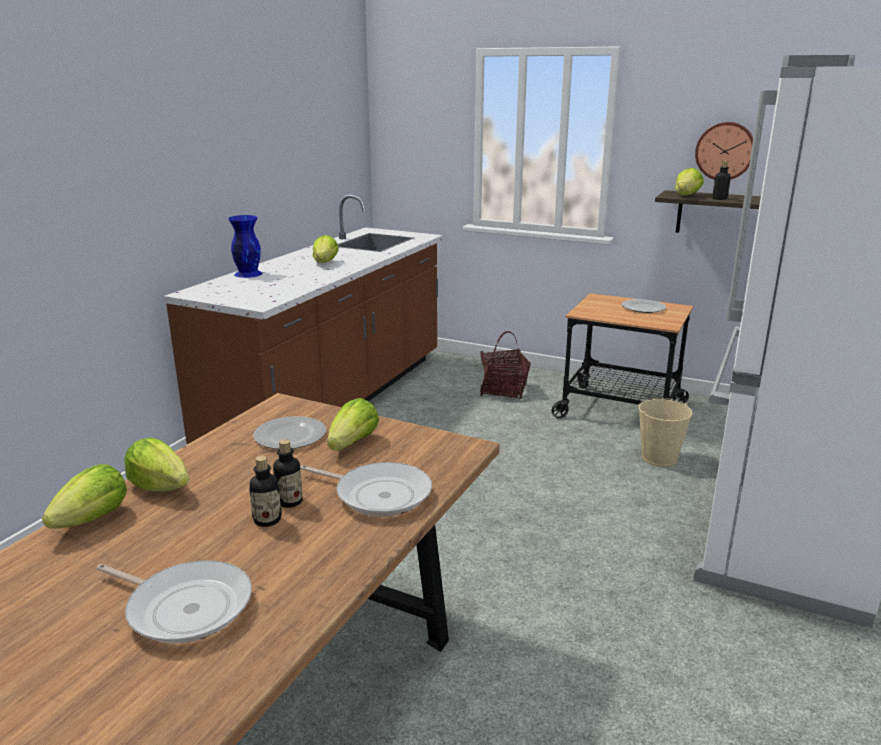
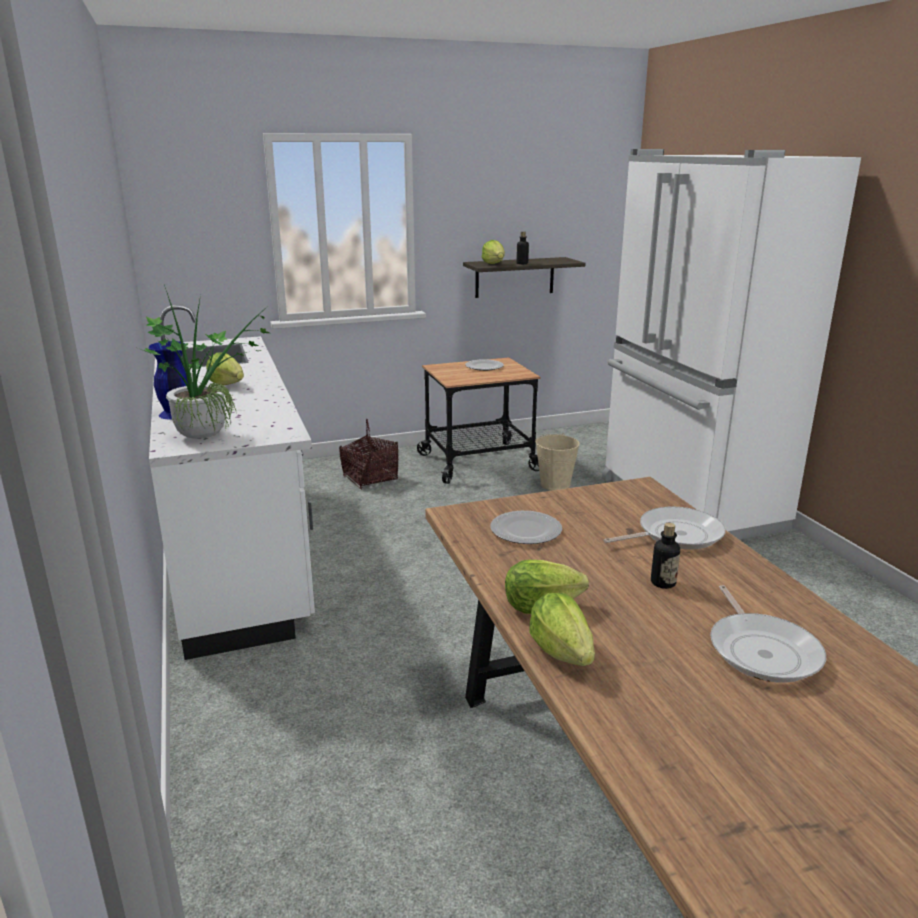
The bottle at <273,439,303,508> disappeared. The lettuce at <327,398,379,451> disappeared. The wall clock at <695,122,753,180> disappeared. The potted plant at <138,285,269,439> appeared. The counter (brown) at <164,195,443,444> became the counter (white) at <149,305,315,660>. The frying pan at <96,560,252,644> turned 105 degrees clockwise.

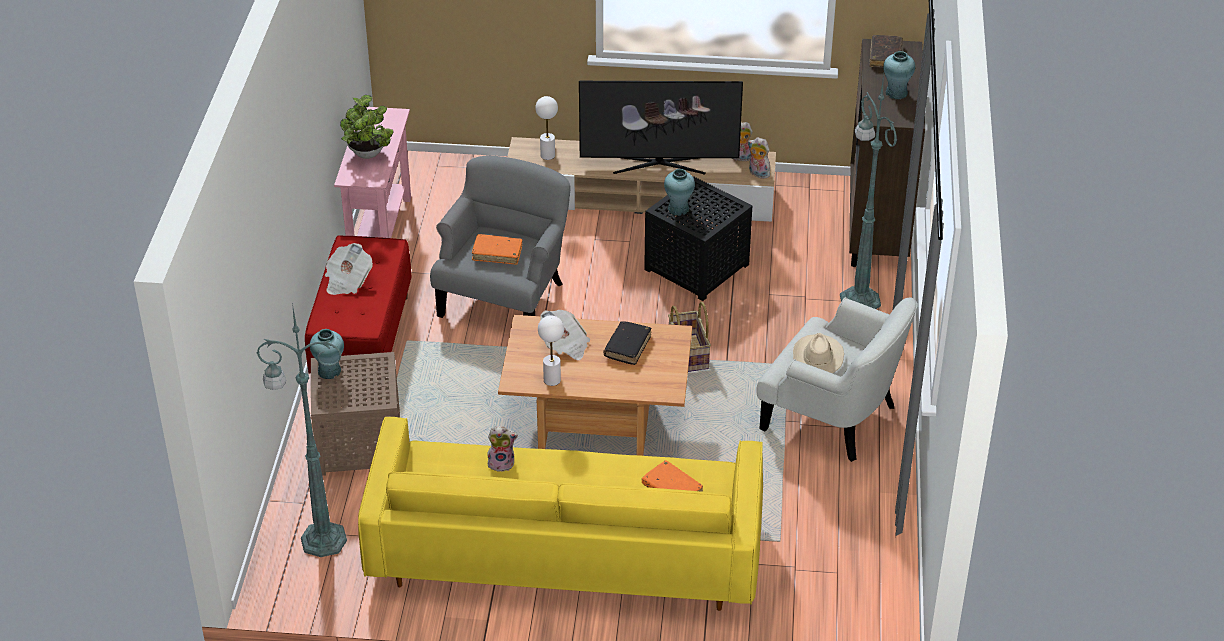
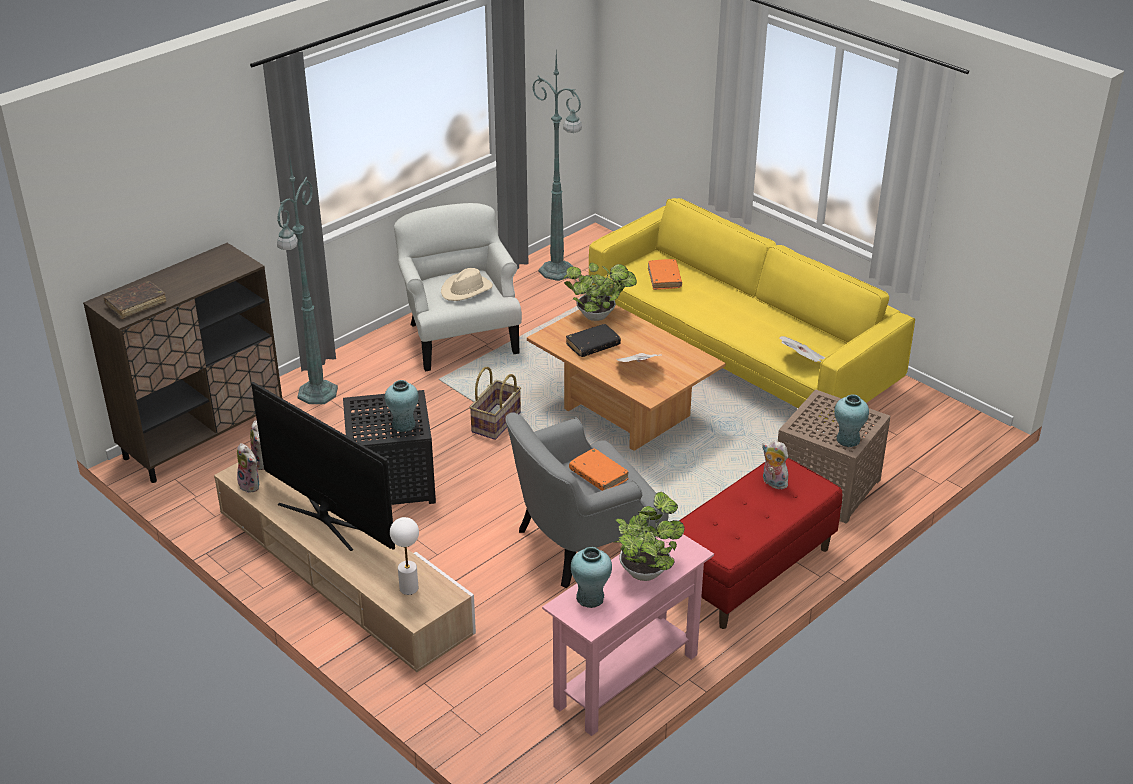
The table lamp (white) at <538,315,564,386> disappeared. The potted plant at <563,263,637,321> appeared. The floor lamp (green) moved from <257,303,347,557> to <532,52,582,281>. The newspaper moved from <325,243,373,295> to <779,336,826,362>. The plush toy moved from <487,426,518,472> to <762,440,788,489>. The vase (turquoise) moved from <883,51,915,99> to <571,547,612,608>.

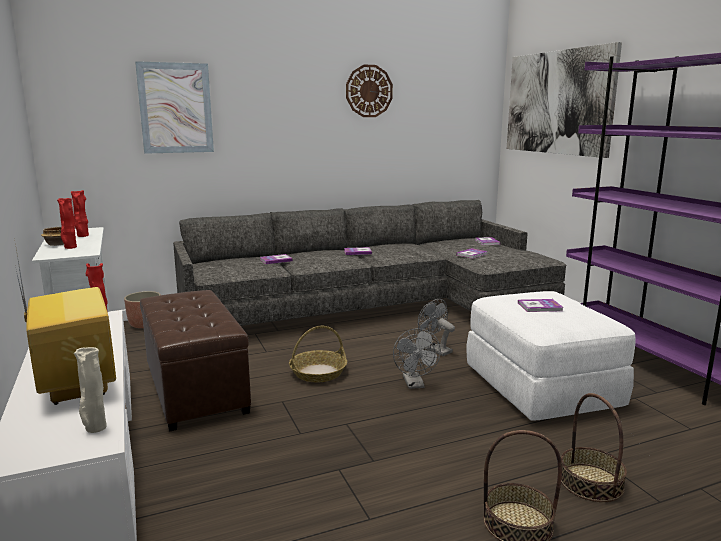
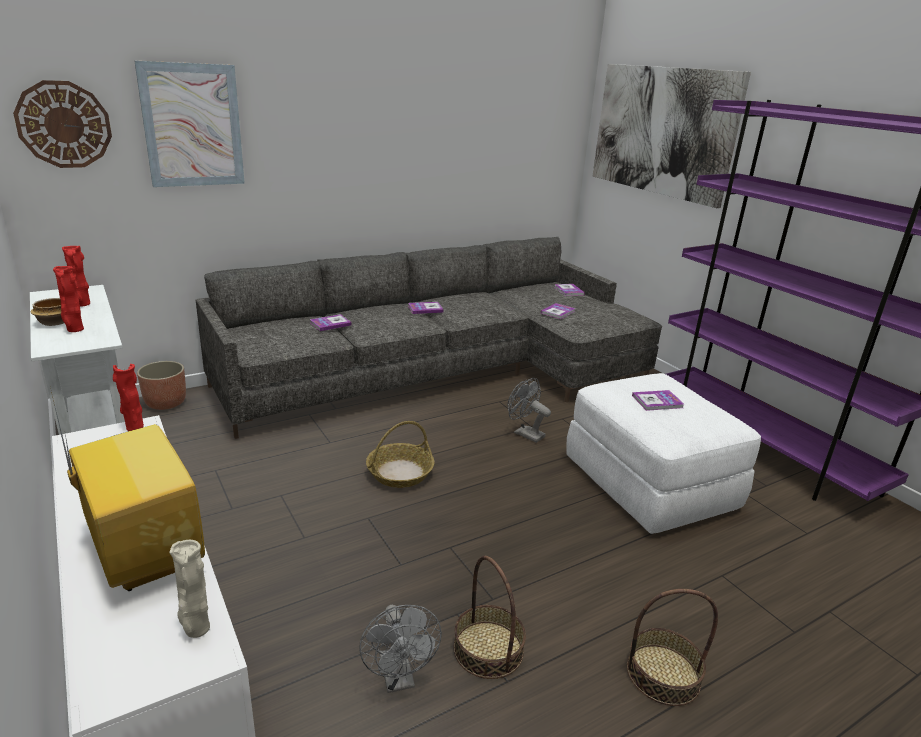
The ottoman (brown) at <140,290,251,431> disappeared. The wall clock moved from <346,65,393,117> to <13,80,112,168>. The fan (grey) moved from <393,328,441,389> to <359,605,442,693>. The basket moved from <561,393,627,502> to <453,556,526,679>.

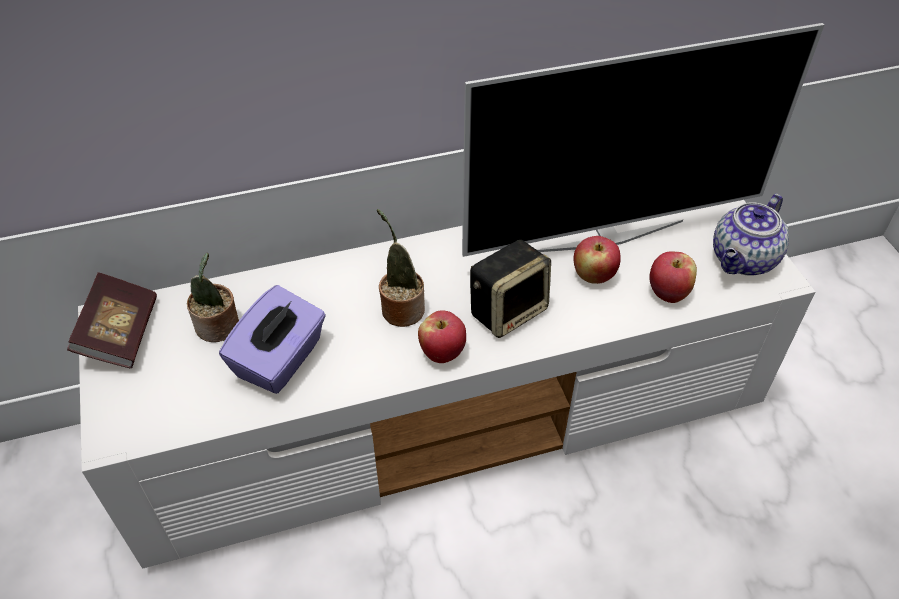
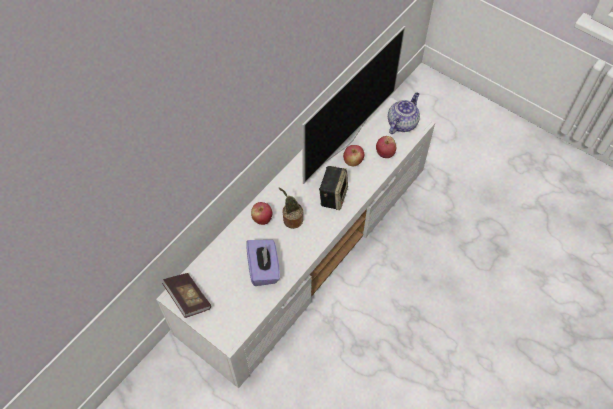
The potted plant at <187,253,239,342> disappeared. The apple moved from <418,310,466,363> to <251,202,272,225>. The teapot at <713,194,789,276> turned 150 degrees counterclockwise.

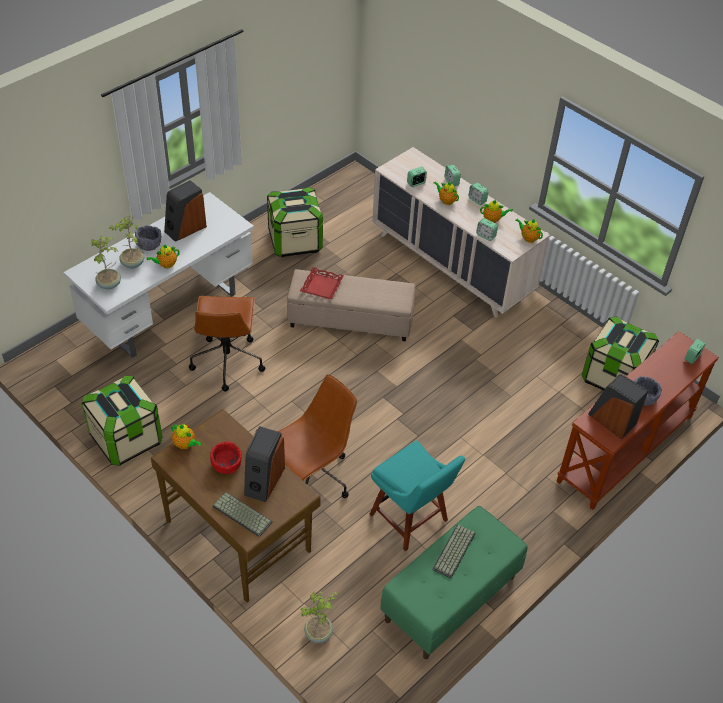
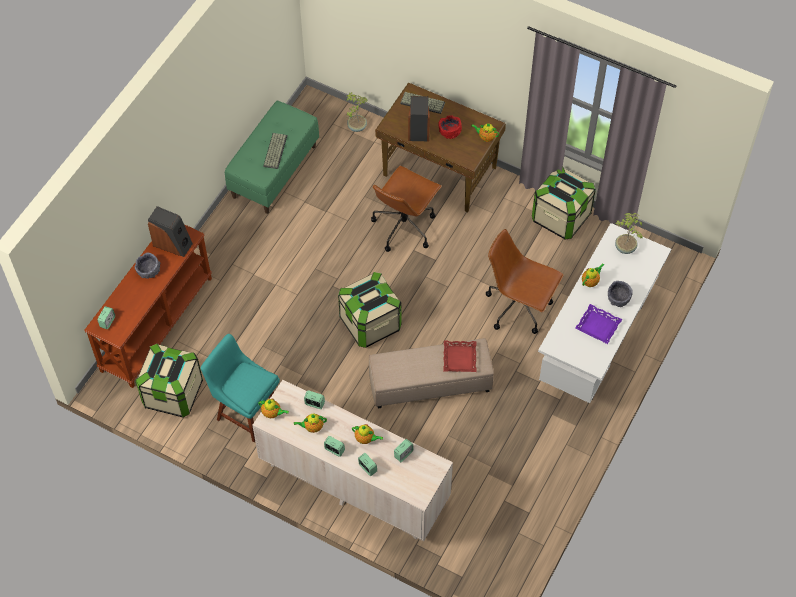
The potted plant at <109,215,144,269> disappeared. The storage box moved from <267,187,323,257> to <338,272,401,348>. The chair (turquoise) moved from <369,440,465,551> to <201,334,280,442>. The speaker at <164,180,207,242> was replaced by the tray (purple) at <575,304,622,344>. The office chair (brown) at <189,296,265,392> turned 45 degrees counterclockwise.

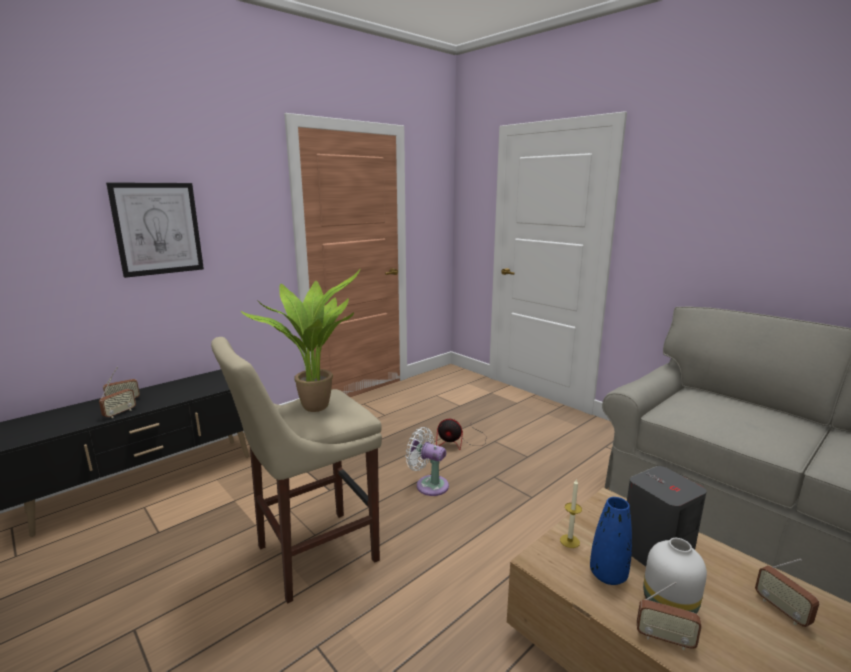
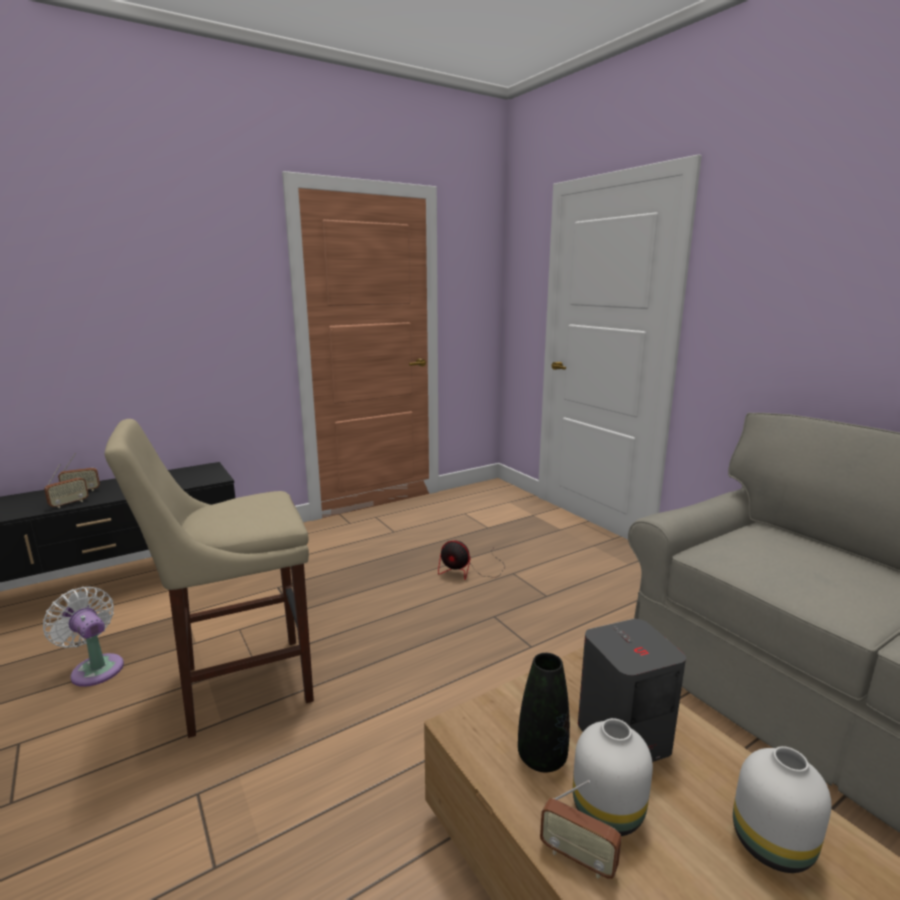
The picture at <106,182,204,278> disappeared. The potted plant at <241,269,360,412> disappeared. The candle at <560,478,582,548> disappeared. The fan (white) moved from <406,427,449,496> to <43,587,124,687>. The radio at <755,559,819,627> was replaced by the vase (white) at <733,746,831,873>. The vase (blue) at <590,497,632,585> became the vase (black) at <518,653,570,773>.

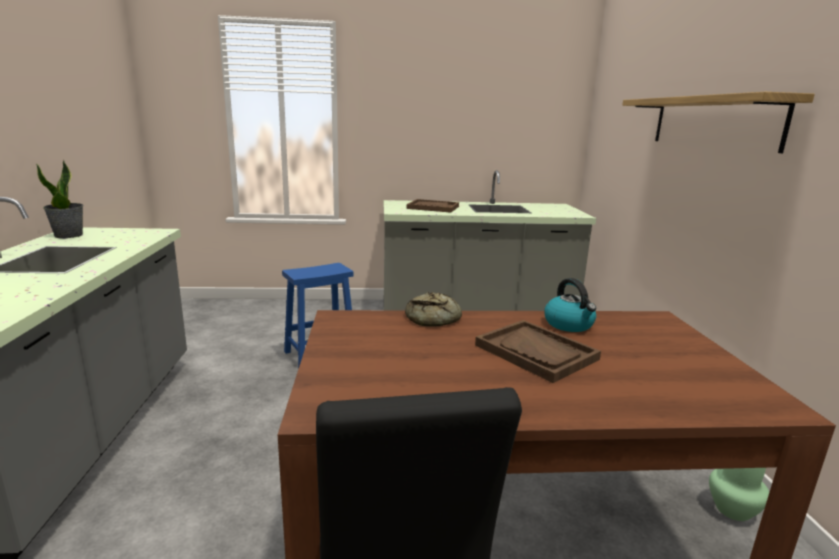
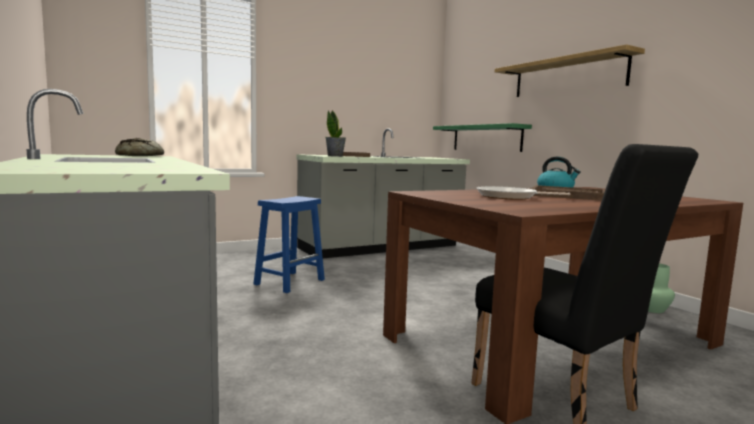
The shelf (green) at <433,123,532,152> appeared. The frying pan at <477,186,571,200> appeared. The potted plant moved from <36,160,84,238> to <325,110,346,157>. The bread moved from <405,292,462,327> to <115,138,164,156>.

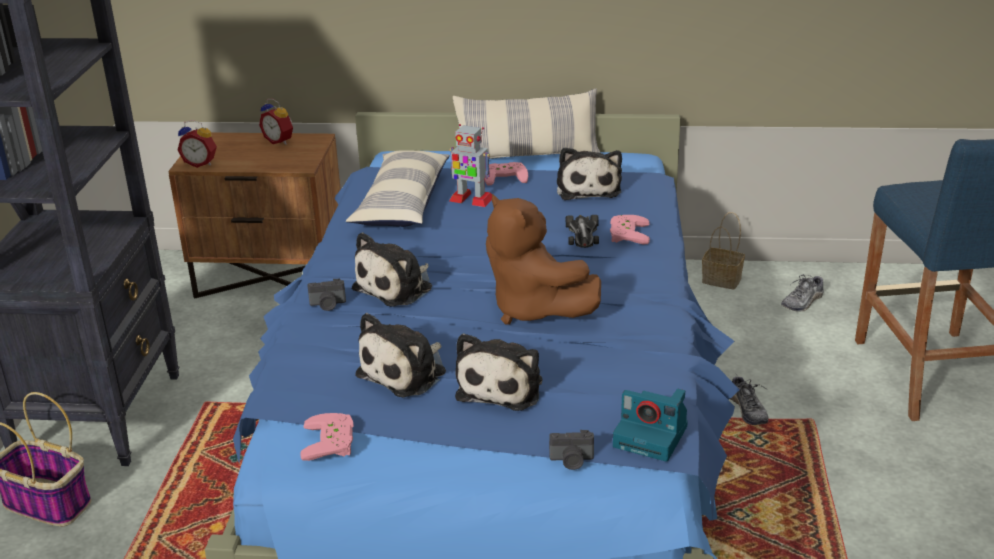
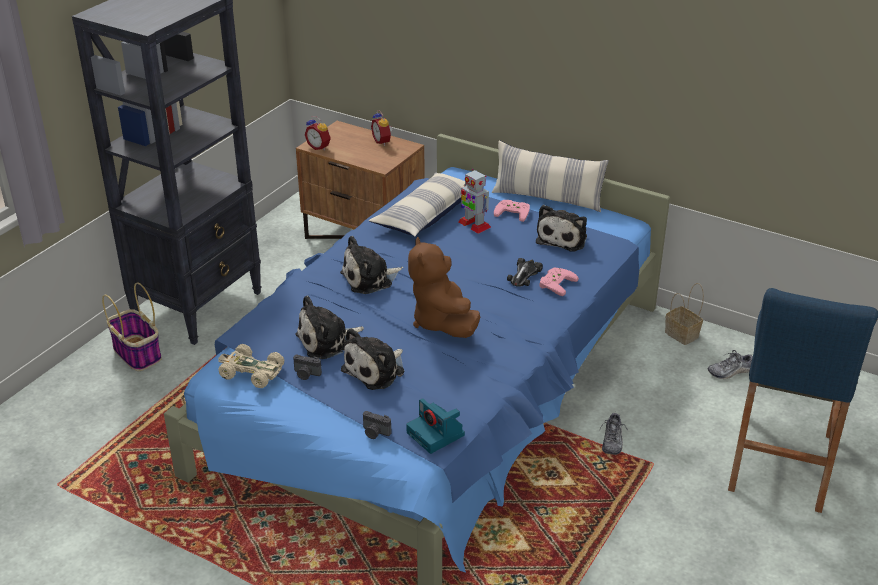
The photo camera moved from <308,279,346,311> to <293,355,322,380>. The game controller (pink) at <300,413,354,461> was replaced by the toy car (beige) at <218,344,284,388>.

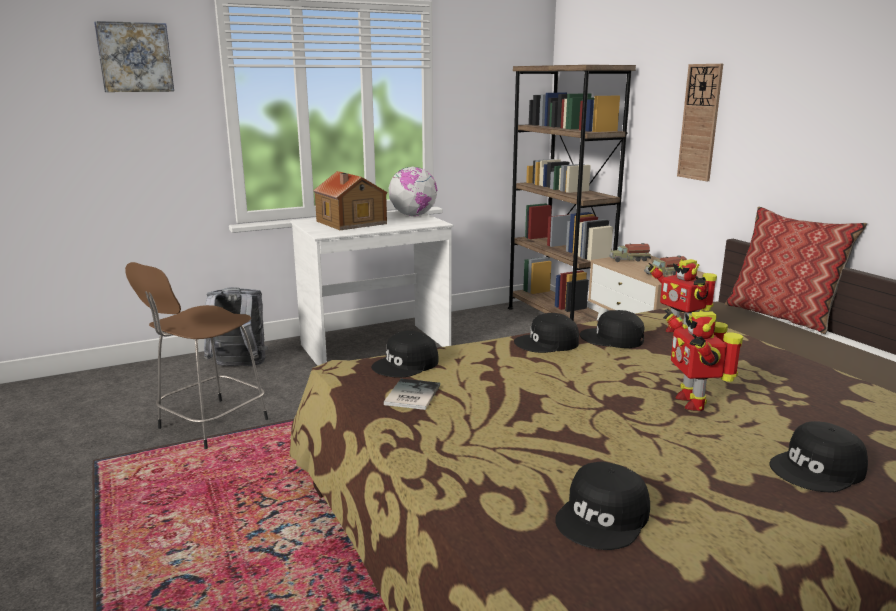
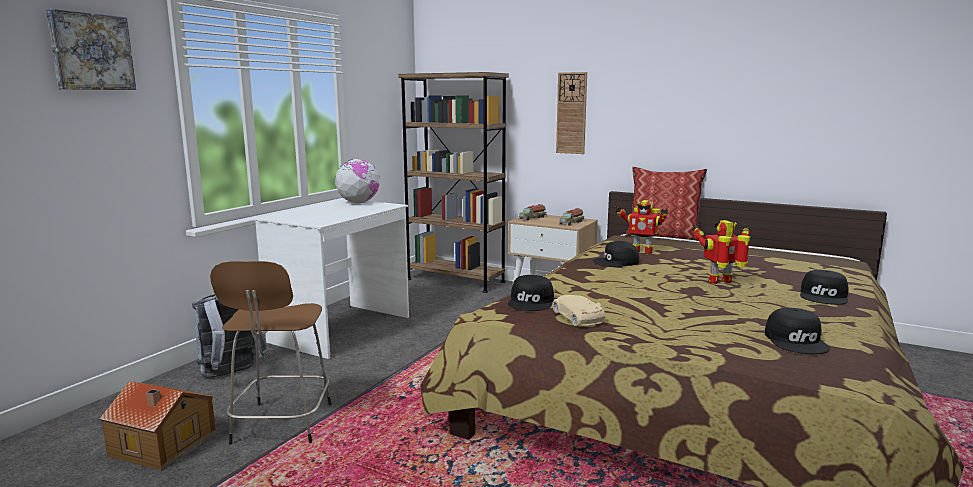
The cap (black) at <514,313,579,353> disappeared. The toy house moved from <313,171,387,230> to <100,381,216,471>. The book at <384,379,440,410> was replaced by the toy car (beige) at <553,295,605,326>. The toy robot at <663,308,743,411> turned 120 degrees clockwise.

